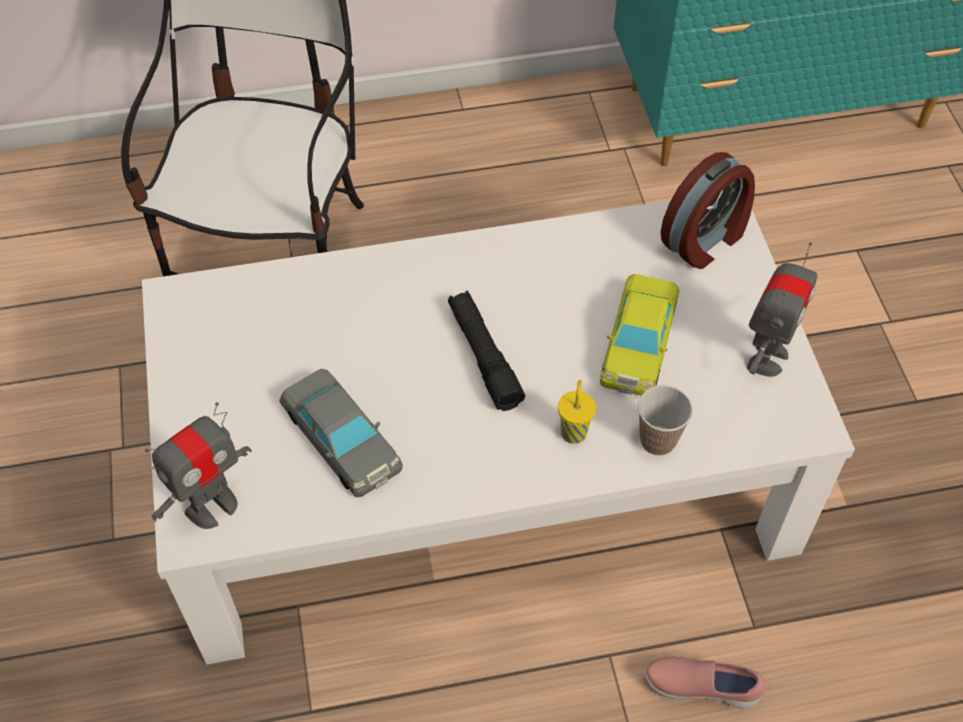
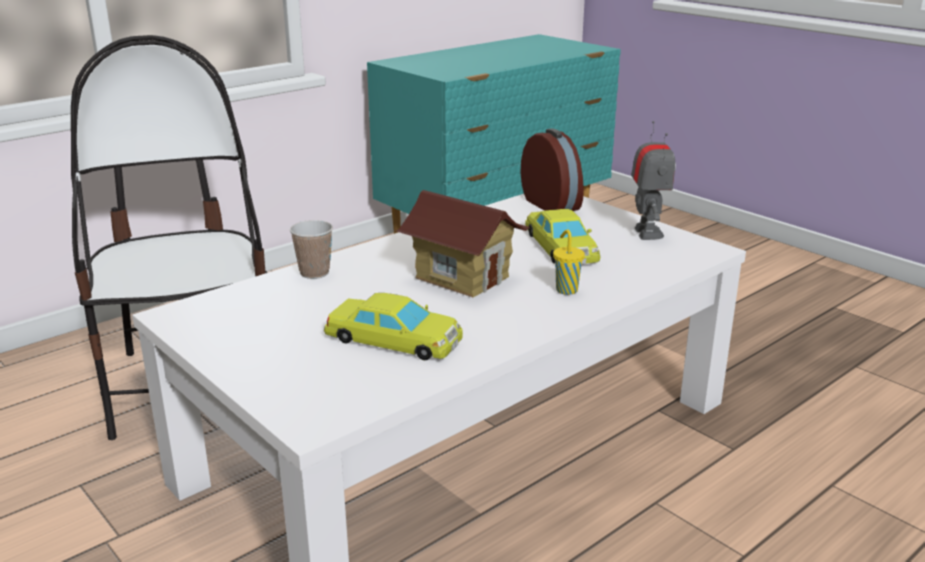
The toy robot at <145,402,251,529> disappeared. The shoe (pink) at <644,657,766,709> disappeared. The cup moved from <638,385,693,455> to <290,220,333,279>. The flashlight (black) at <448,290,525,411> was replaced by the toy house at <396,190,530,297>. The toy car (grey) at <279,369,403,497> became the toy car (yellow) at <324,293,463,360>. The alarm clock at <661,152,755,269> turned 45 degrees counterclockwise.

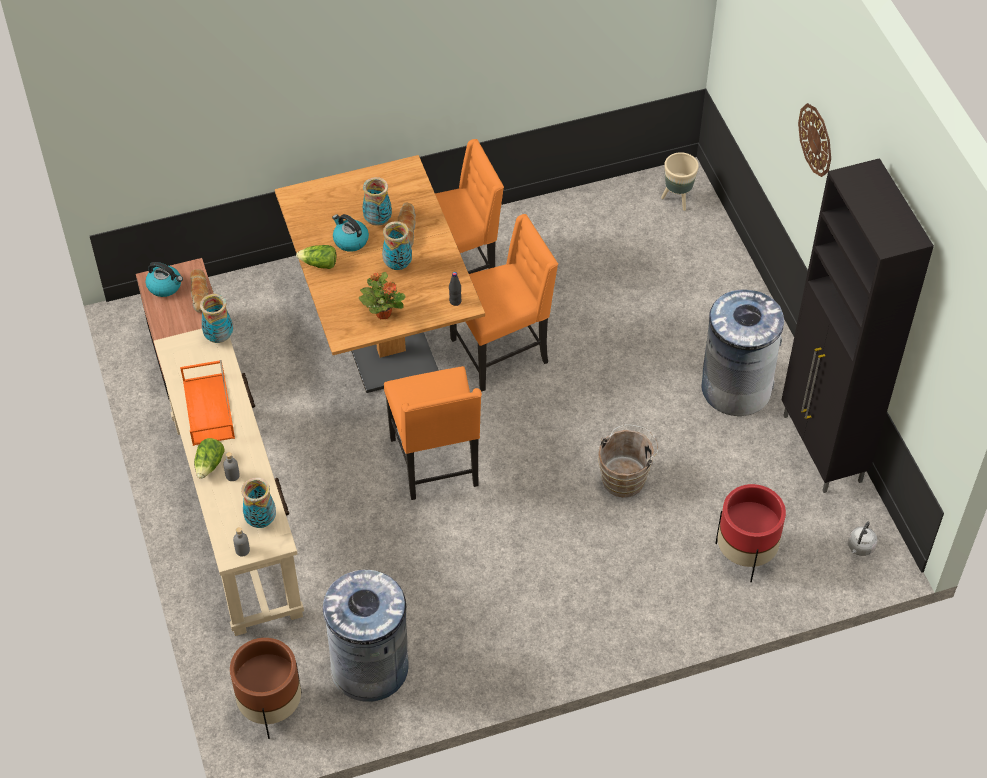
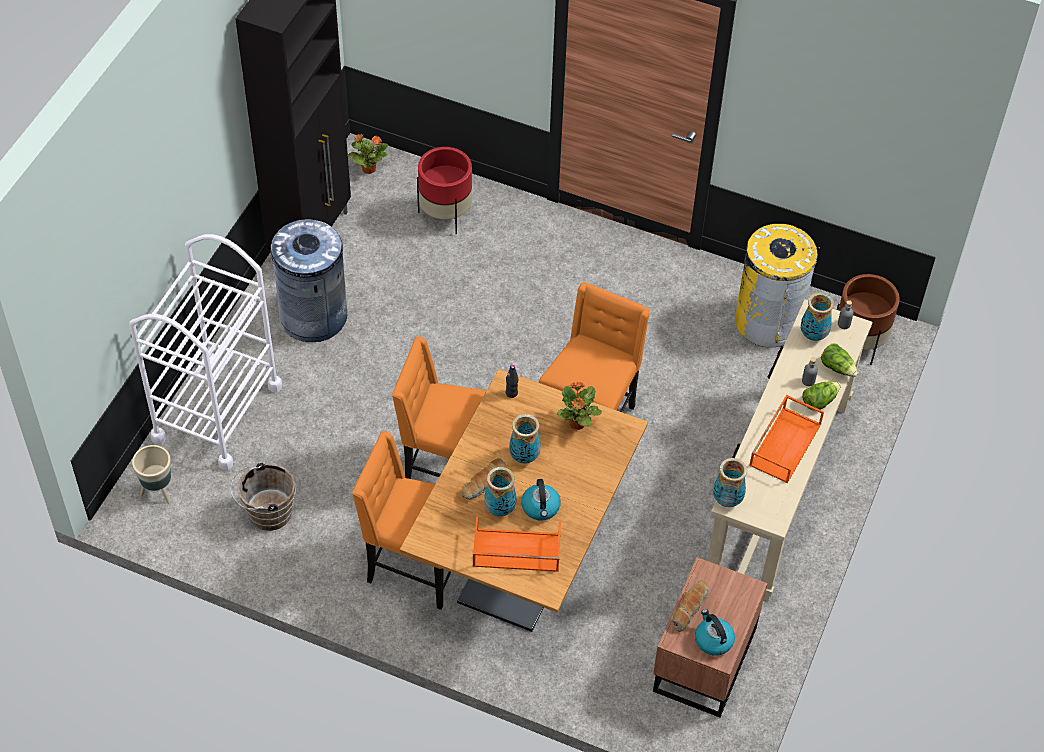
The wall clock at <798,103,831,177> disappeared. The cart (white) at <129,234,282,470> appeared. The tray (orange) at <473,517,561,572> appeared. The lettuce moved from <296,245,336,269> to <821,343,858,377>. The bucket (brown) moved from <598,425,658,498> to <230,462,296,531>. The kettle (grey) at <848,521,877,556> was replaced by the potted plant at <348,134,388,174>. The trash can (grey) at <323,570,409,702> became the trash can (yellow) at <735,224,820,347>.

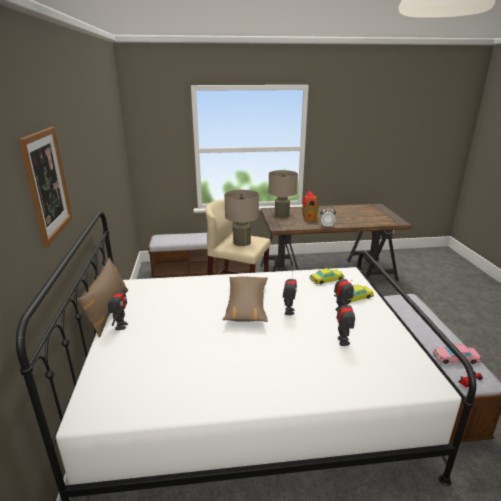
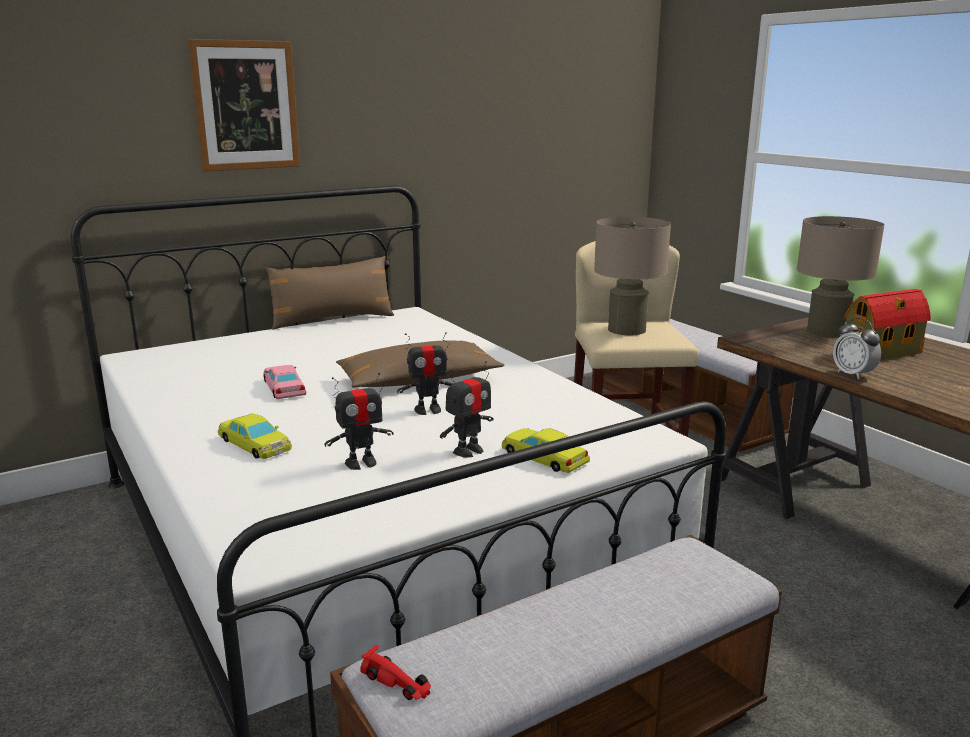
The toy robot at <108,288,128,330> disappeared. The toy car (yellow) moved from <309,268,344,284> to <218,414,292,459>. The toy car (pink) moved from <433,344,481,364> to <263,365,306,399>.

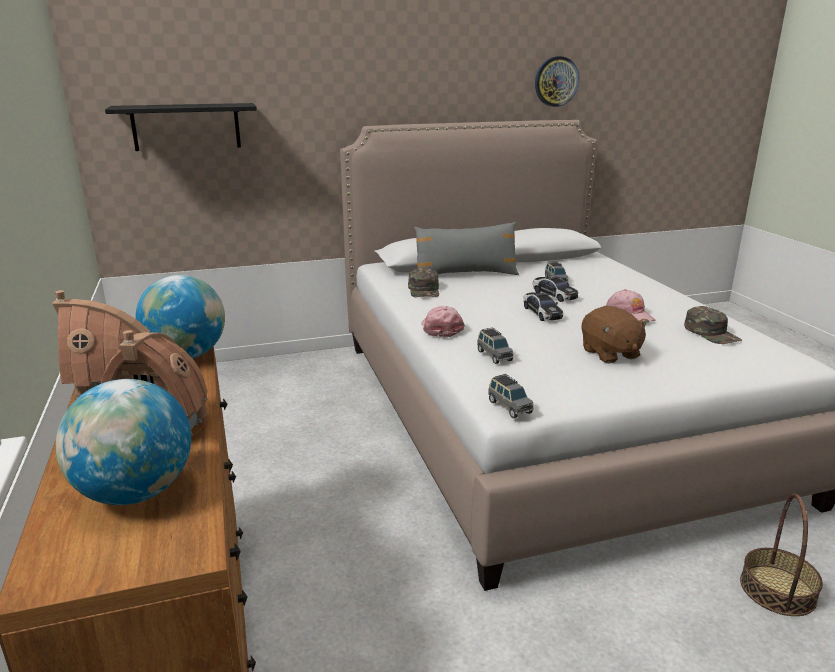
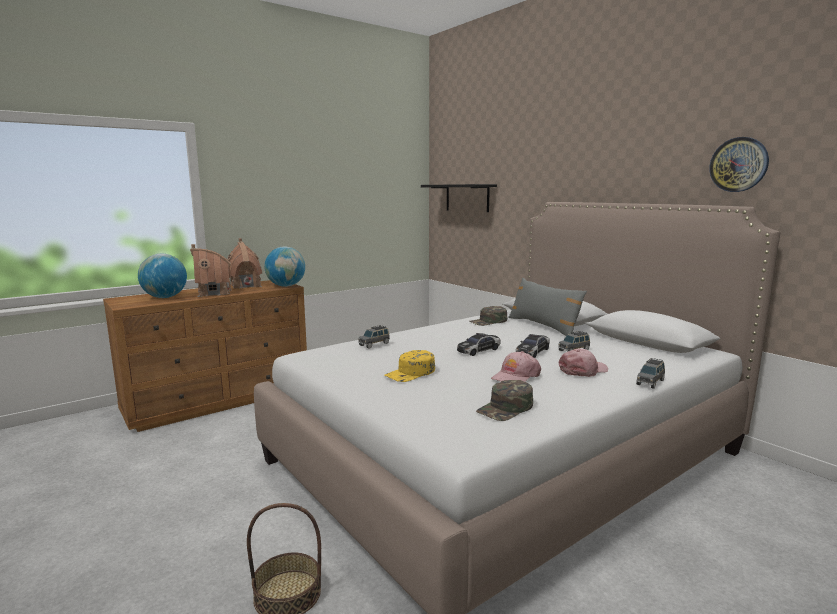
The cap (pink) moved from <421,306,465,337> to <559,349,608,377>. The toy car (grey) moved from <488,374,534,418> to <636,358,665,389>. The plush toy (brown) at <581,306,649,364> was replaced by the cap (yellow) at <384,350,435,382>.

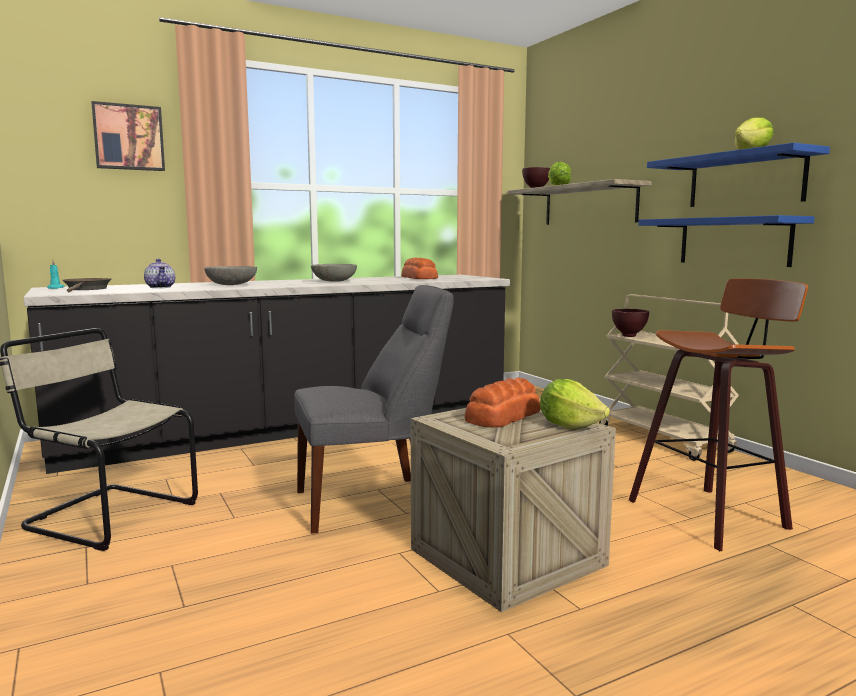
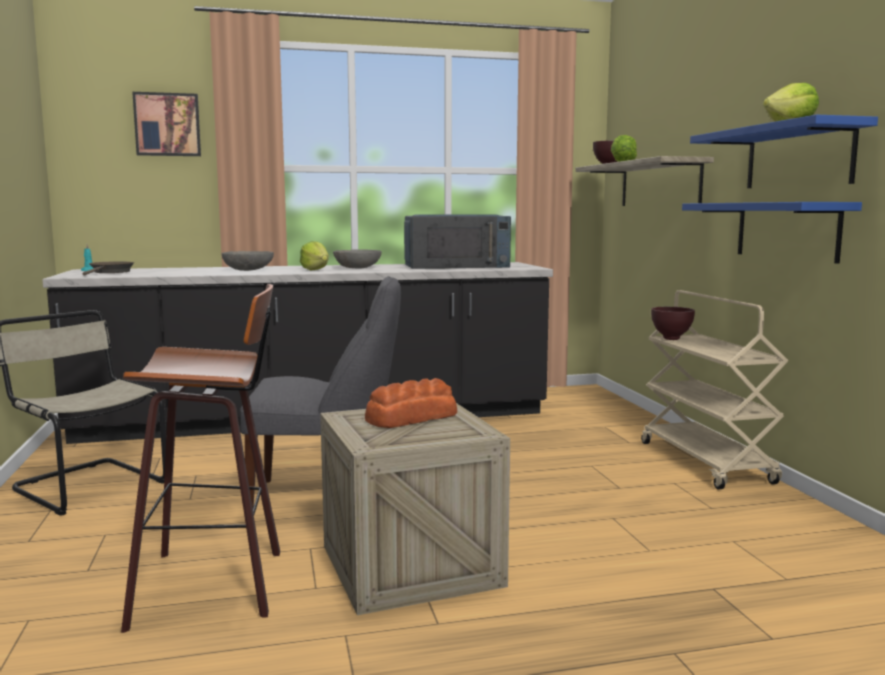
The teapot at <144,259,175,288> disappeared. The lettuce moved from <540,379,610,429> to <300,241,329,271>. The stool moved from <629,279,808,551> to <121,284,280,633>. The bread at <401,258,438,279> was replaced by the microwave (blue) at <404,214,511,269>.

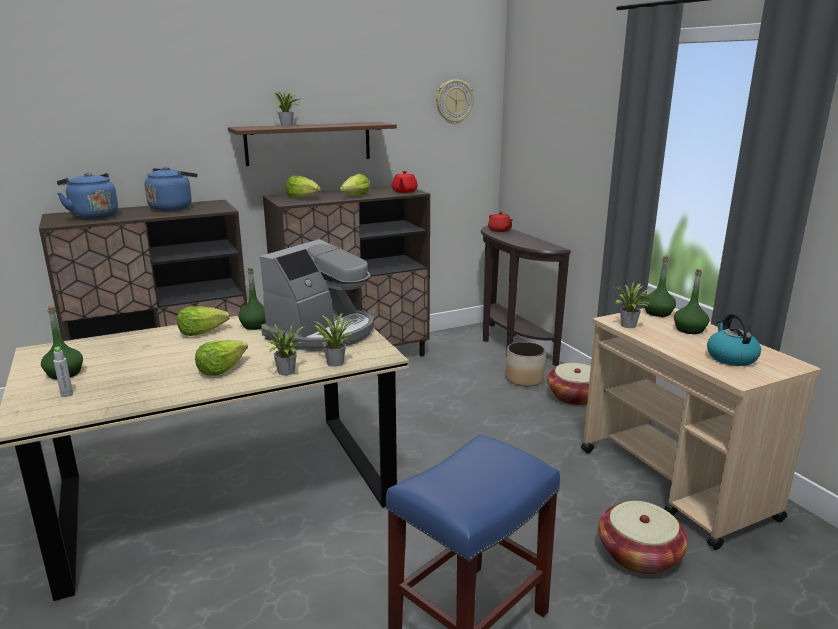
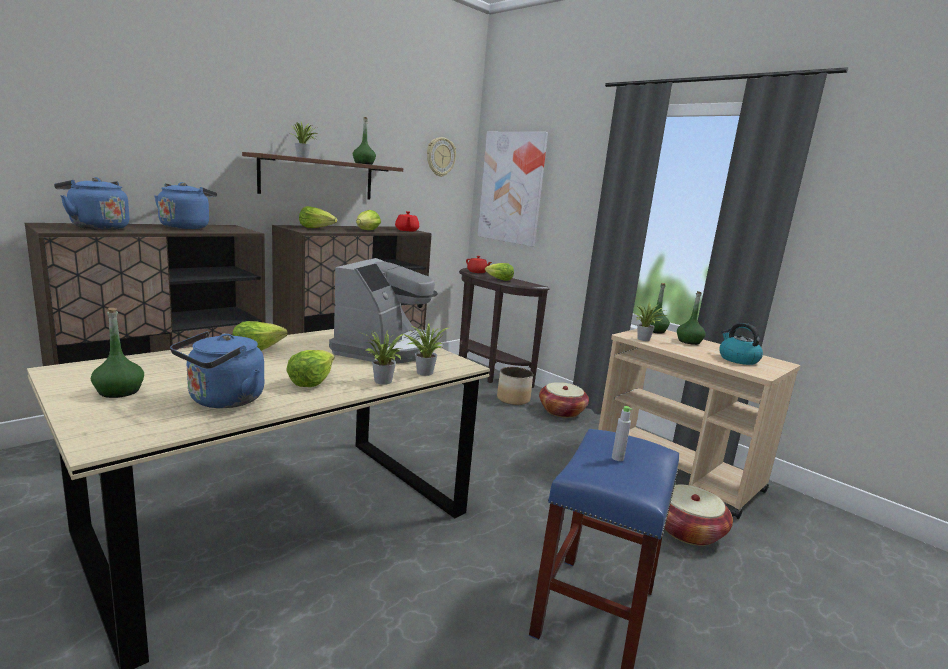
The kettle (blue) at <170,331,264,408> appeared. The picture at <477,132,548,247> appeared. The lettuce at <485,263,514,281> appeared. The bottle (grey) moved from <53,347,73,397> to <612,406,632,461>. The bottle (green) moved from <238,268,266,330> to <353,117,376,165>.

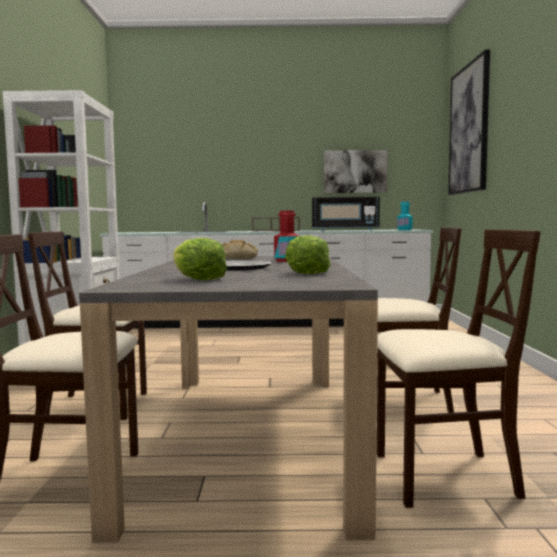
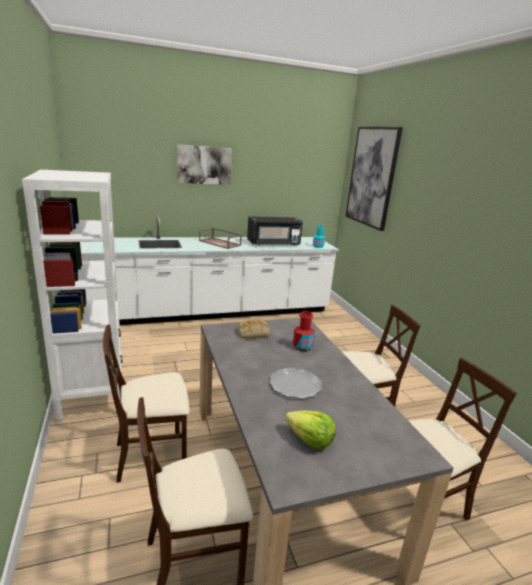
The lettuce at <285,235,331,274> disappeared. The picture moved from <324,150,387,193> to <177,144,232,185>.

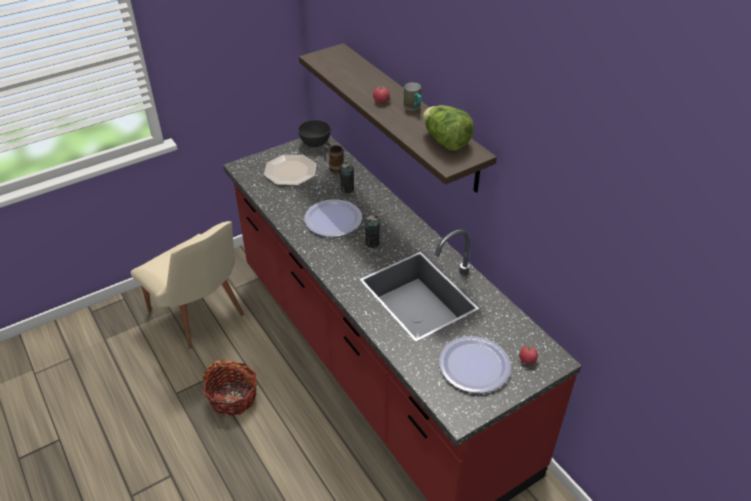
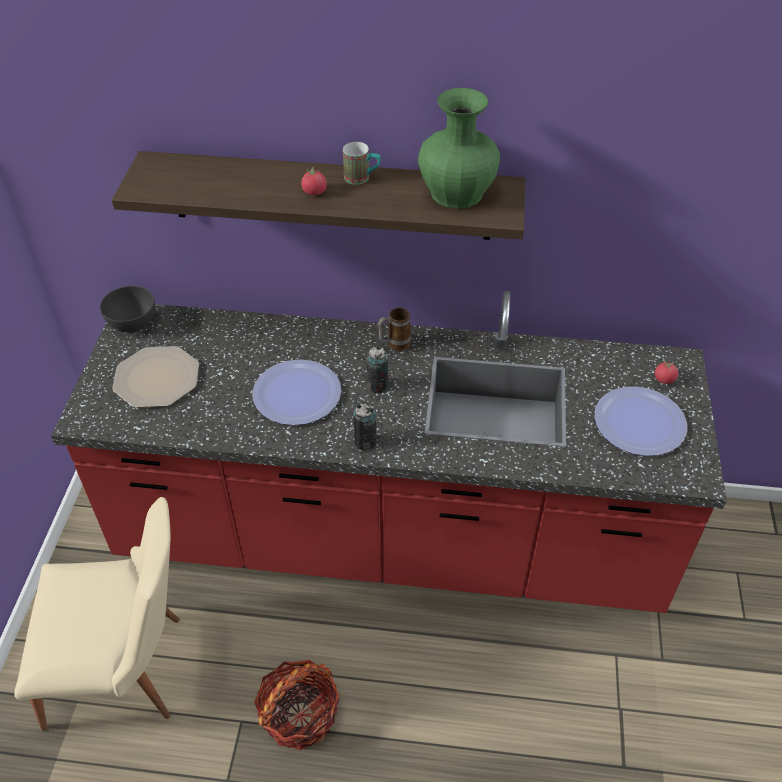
The mug moved from <323,145,344,174> to <378,308,411,351>. The can moved from <340,162,354,194> to <353,403,377,451>. The lettuce at <423,105,474,151> was replaced by the vase (green) at <418,88,500,209>.

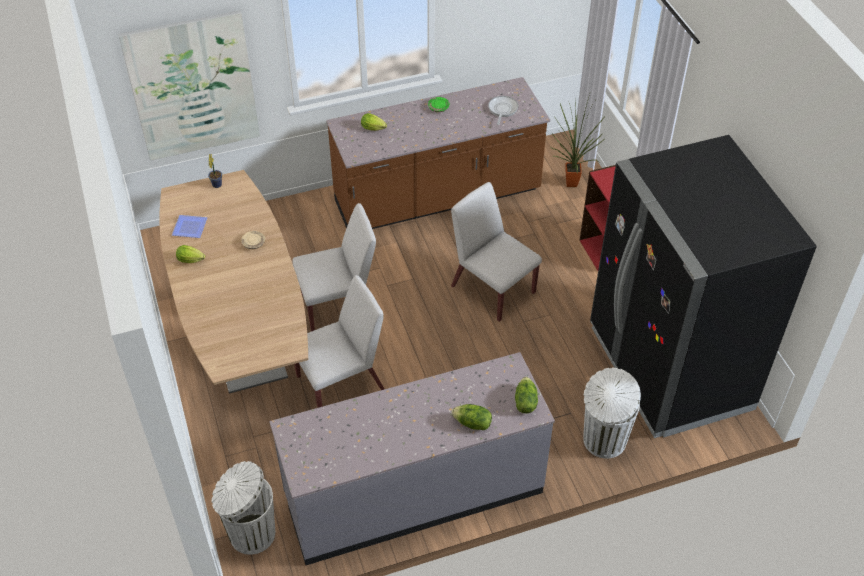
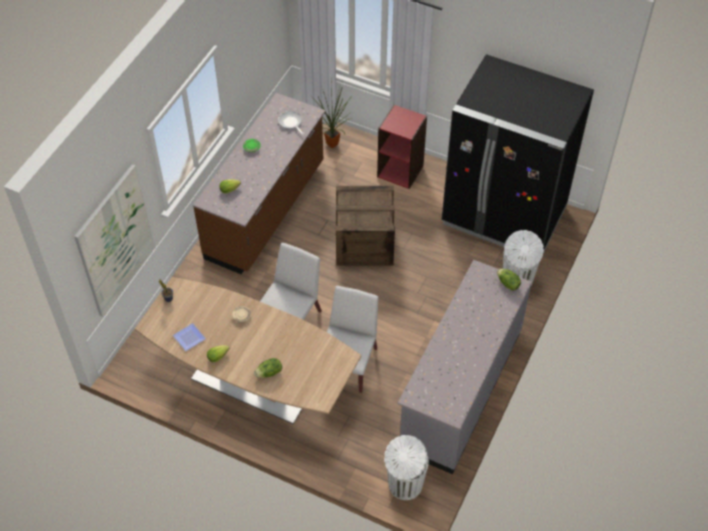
The lettuce moved from <452,404,492,430> to <254,358,282,378>. The chair (white) at <451,182,542,322> was replaced by the crate at <336,186,395,266>.

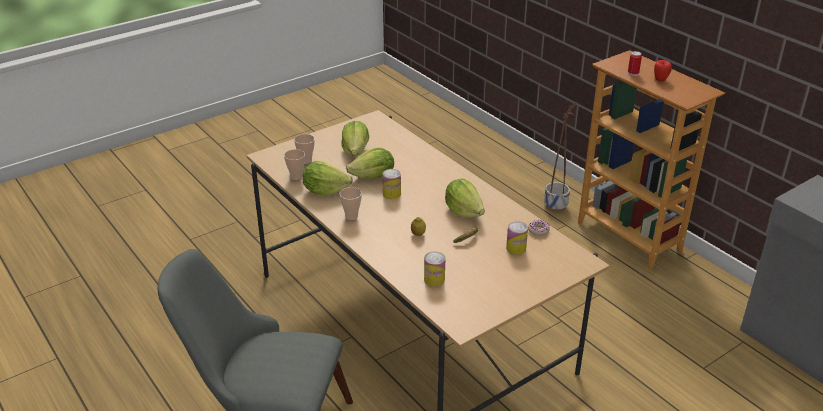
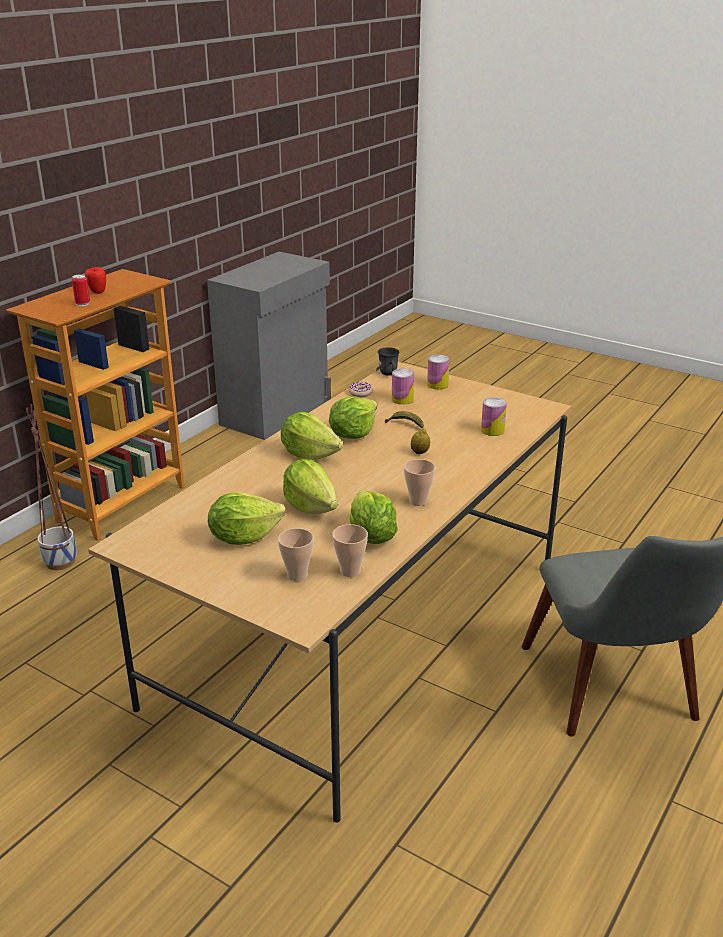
The lettuce at <281,412,343,459> appeared. The mug (grey) at <378,347,399,375> appeared. The can moved from <382,169,401,199> to <427,355,450,389>.

